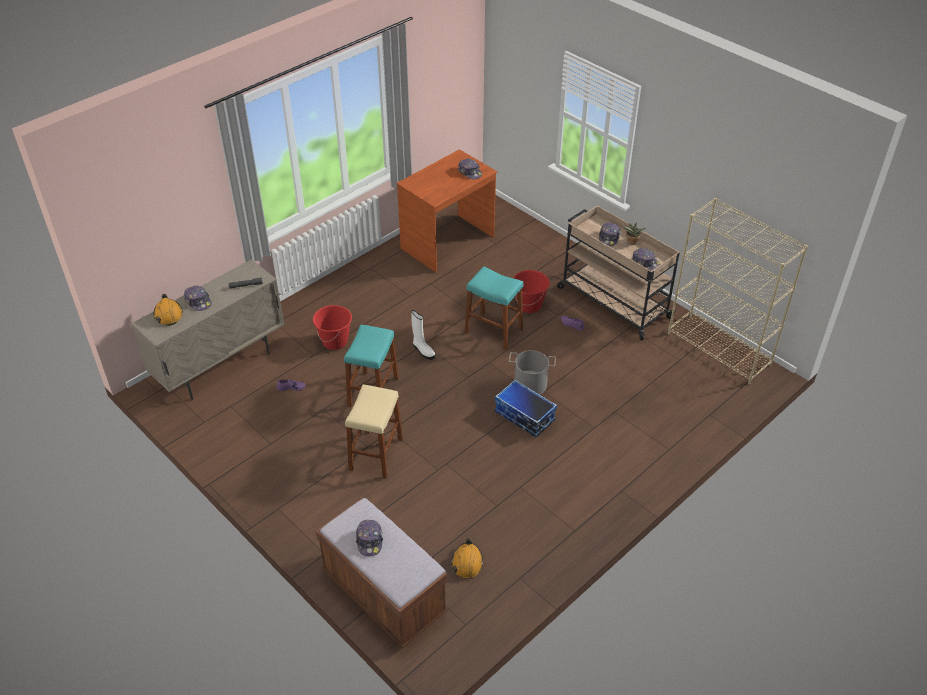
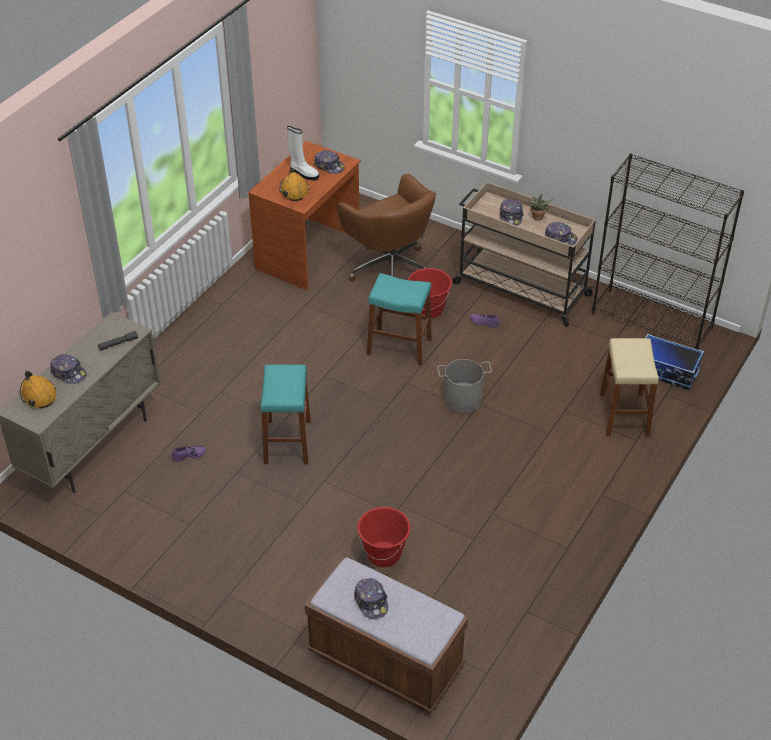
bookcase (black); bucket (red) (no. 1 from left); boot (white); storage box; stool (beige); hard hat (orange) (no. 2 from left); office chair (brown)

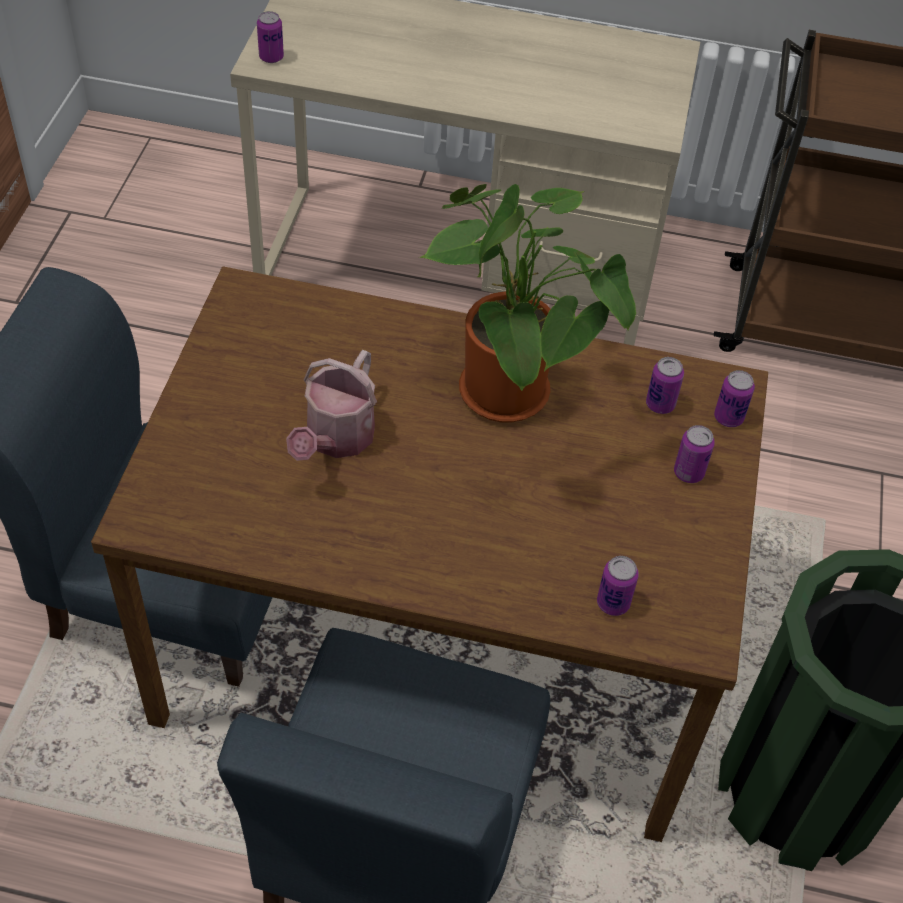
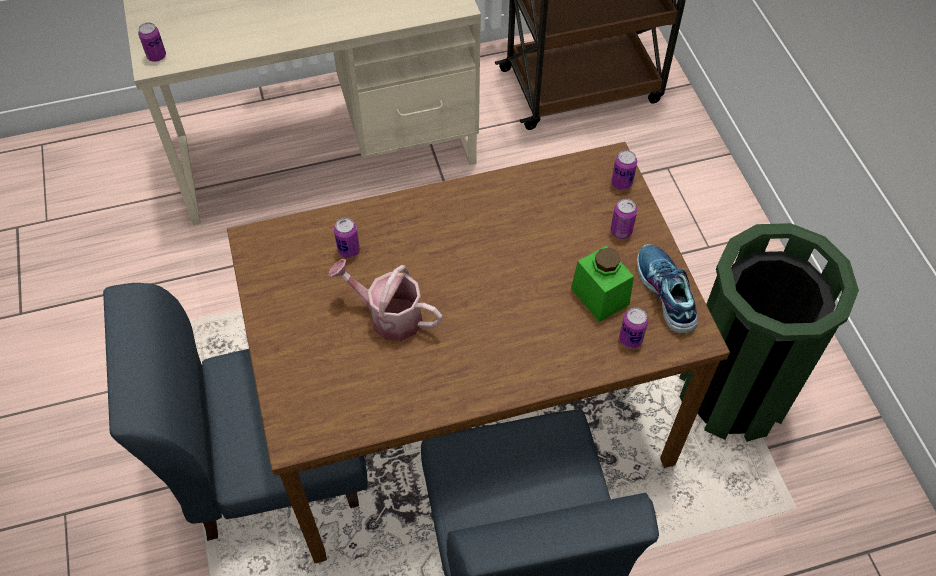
potted plant; watering can; can (no. 2 from left); shoe; jar (green)

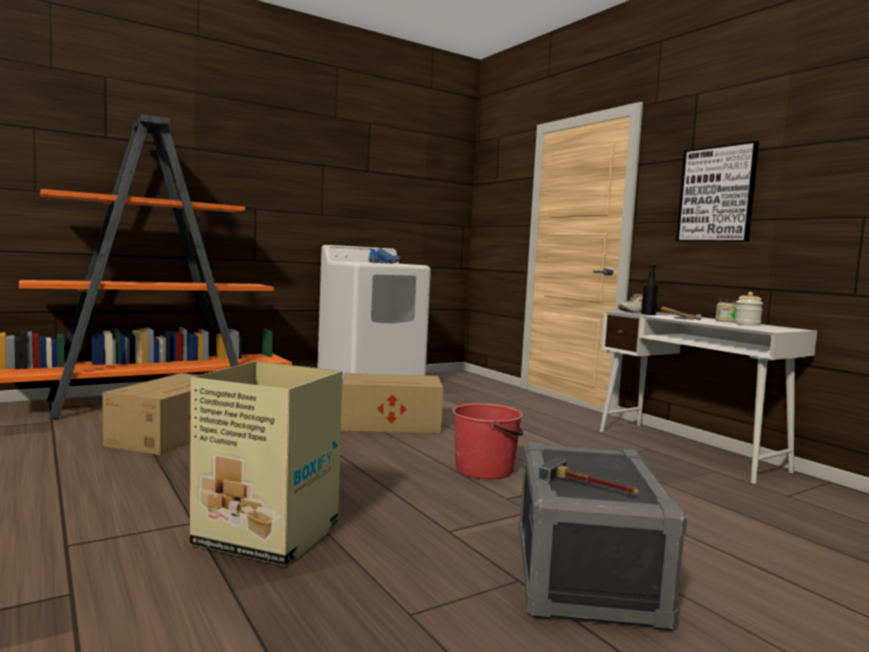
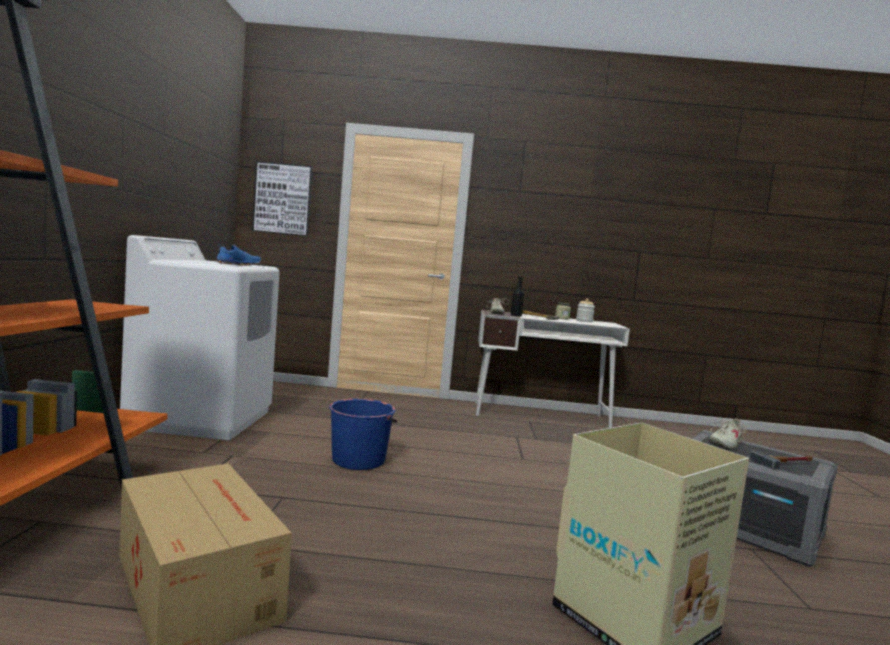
picture; bucket (blue); bucket (red); shoe (beige) (no. 2 from left)

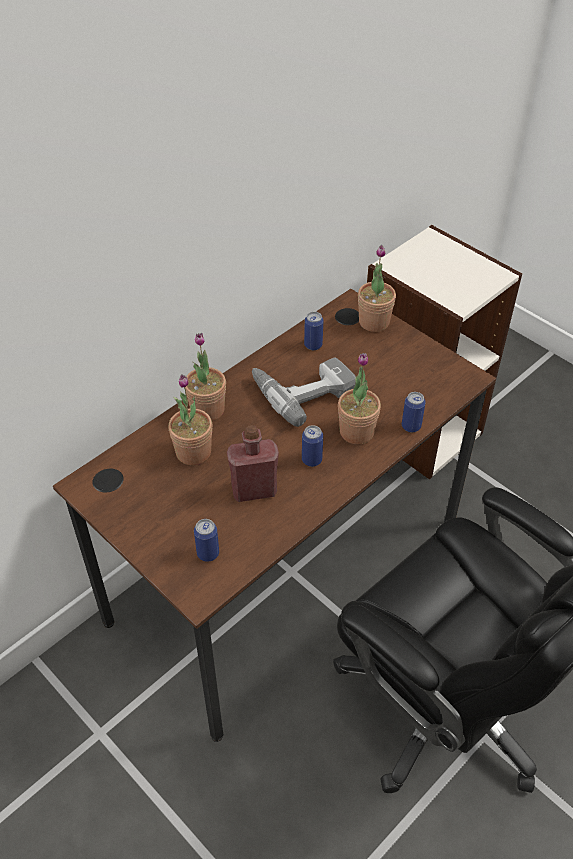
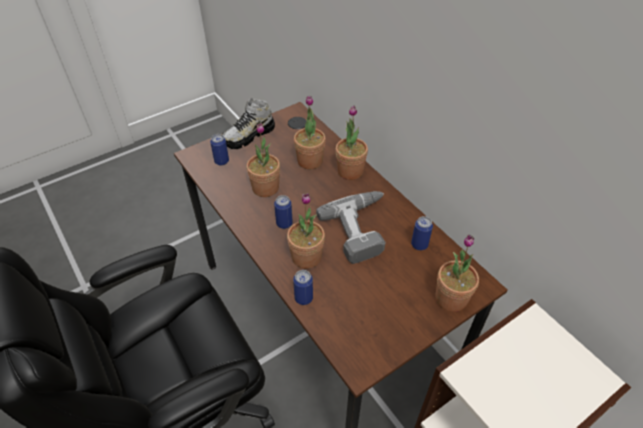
potted plant (no. 1 from left); shoe

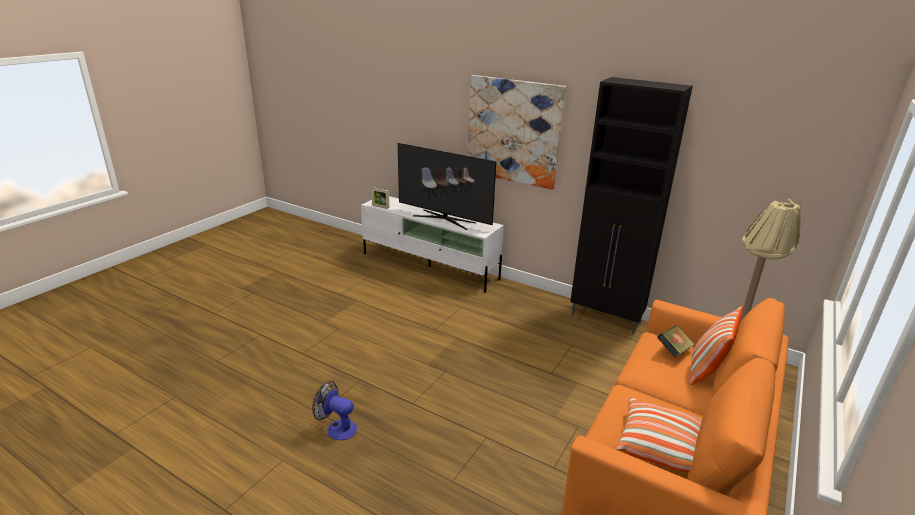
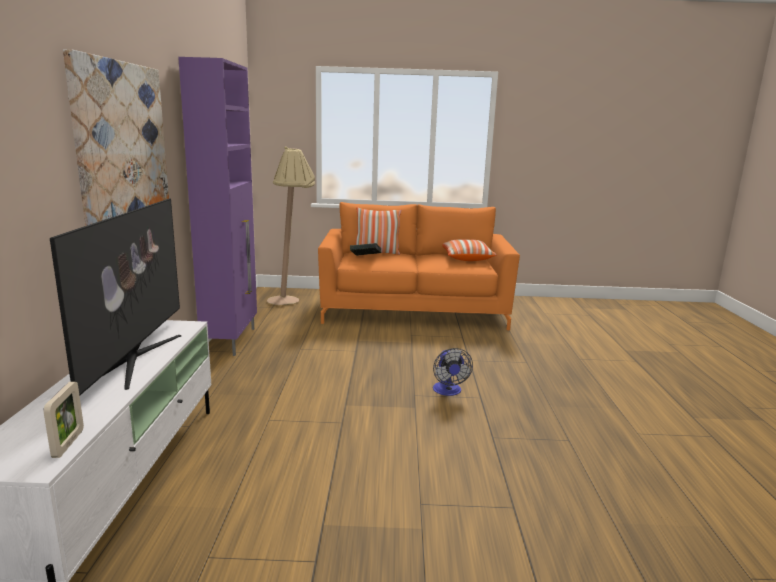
cabinet (purple); fan

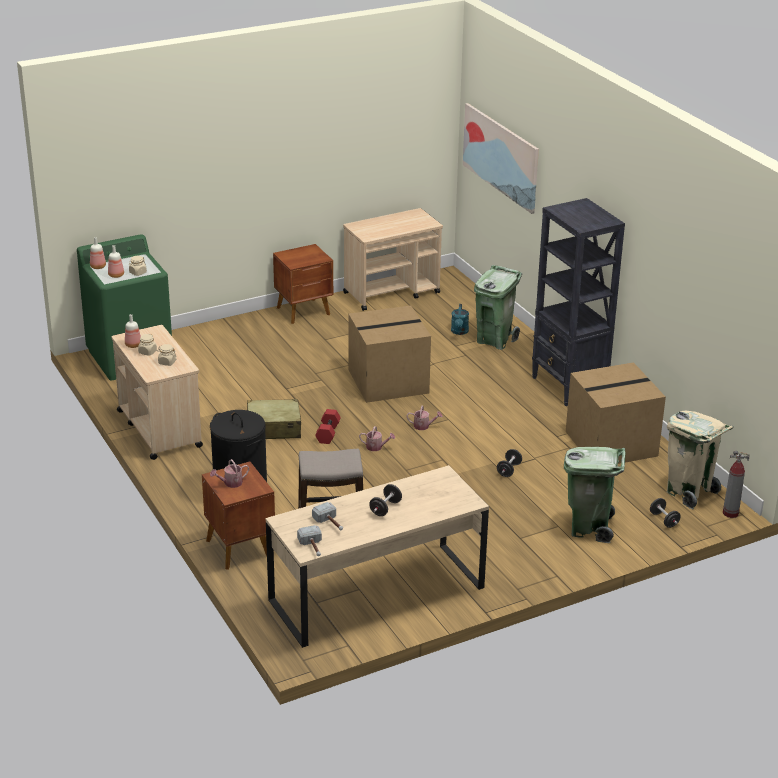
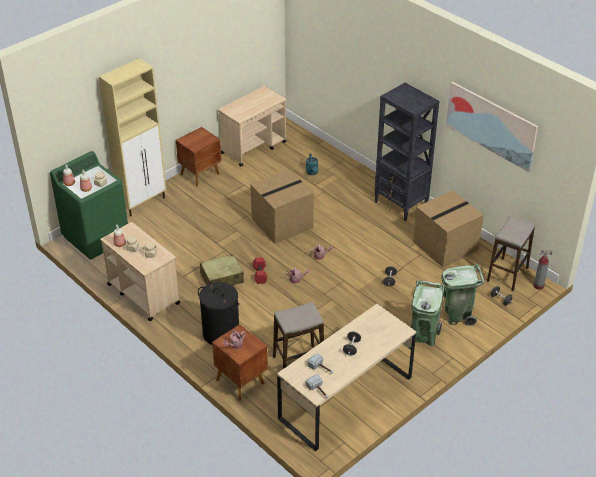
picture; trash can (green) (no. 1 from left); stool (no. 2 from left); cabinet (beige)

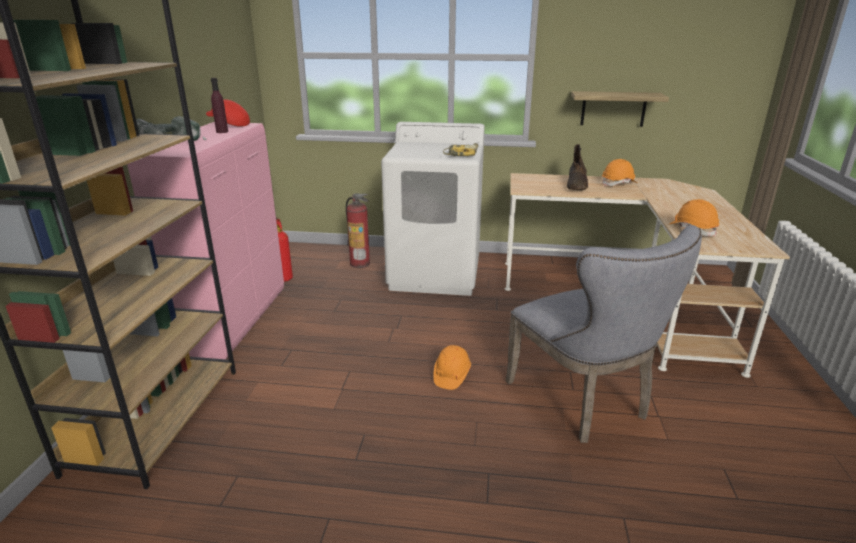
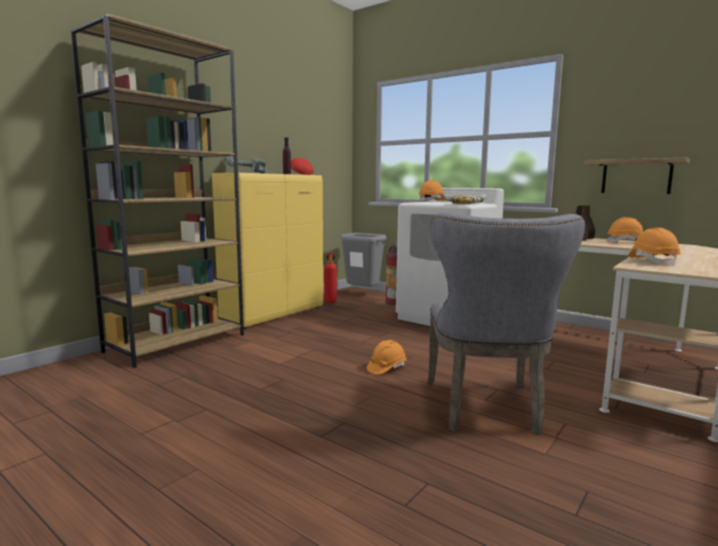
cabinet (yellow); hard hat (orange) (no. 2 from left); trash can (grey)

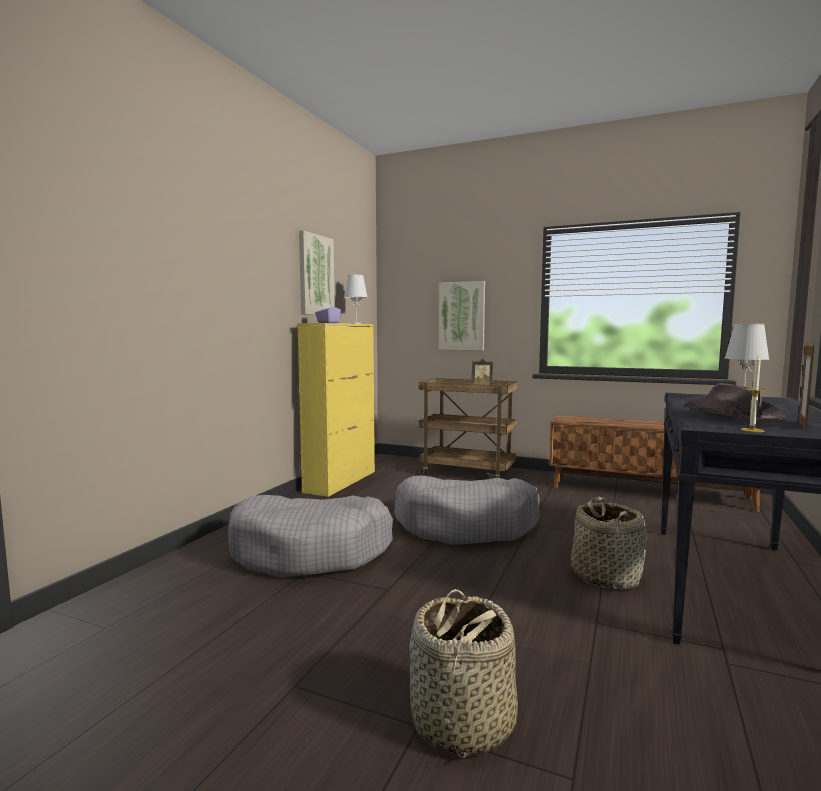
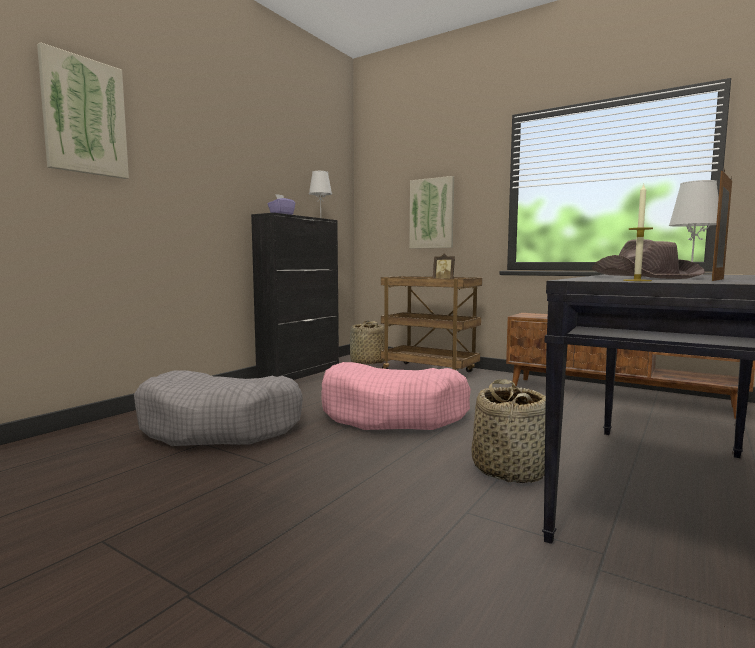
picture (no. 1 from left); cabinet (black); dog bed (pink); basket (no. 1 from left)

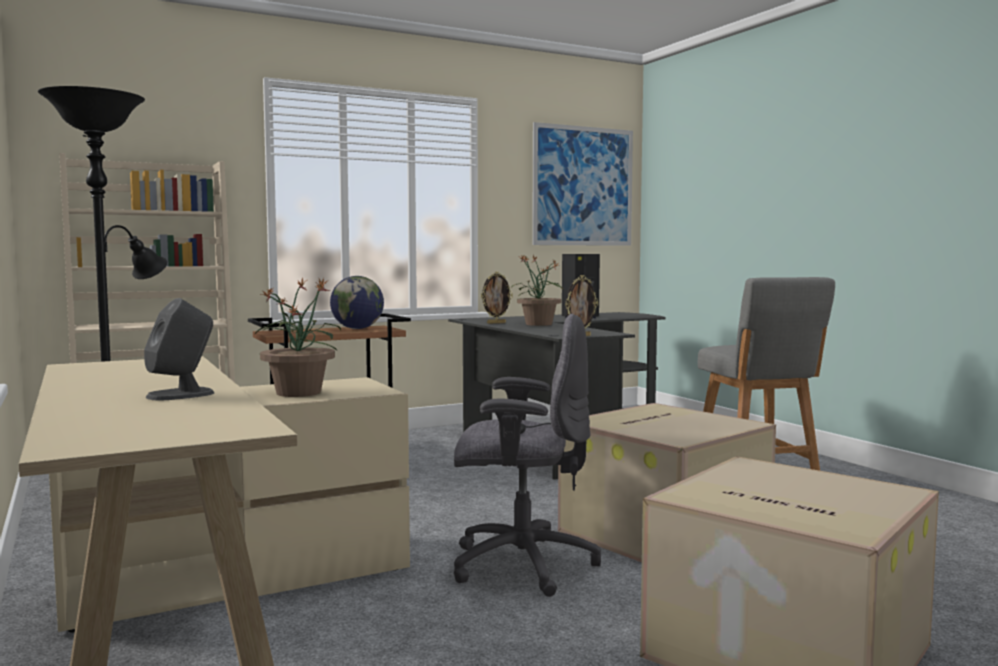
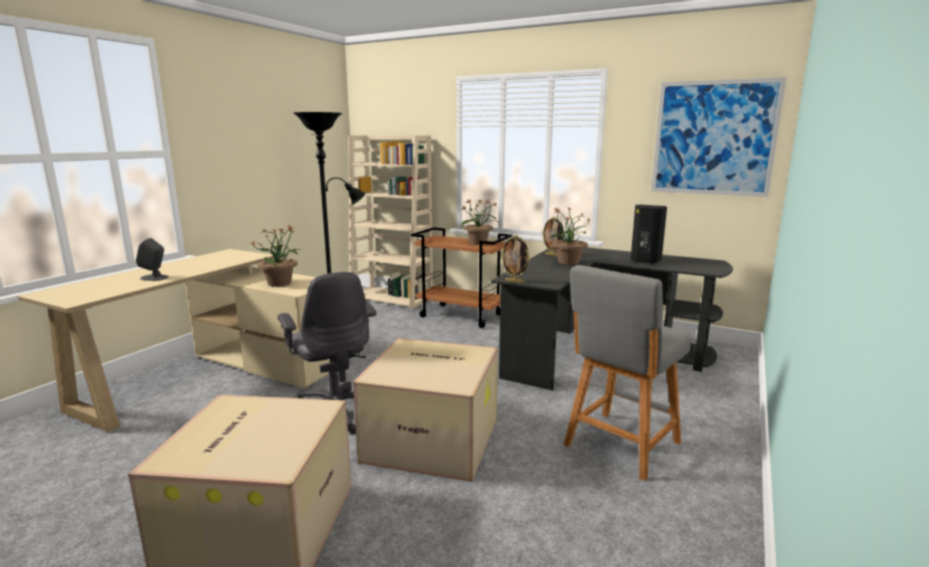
potted plant (no. 2 from left)

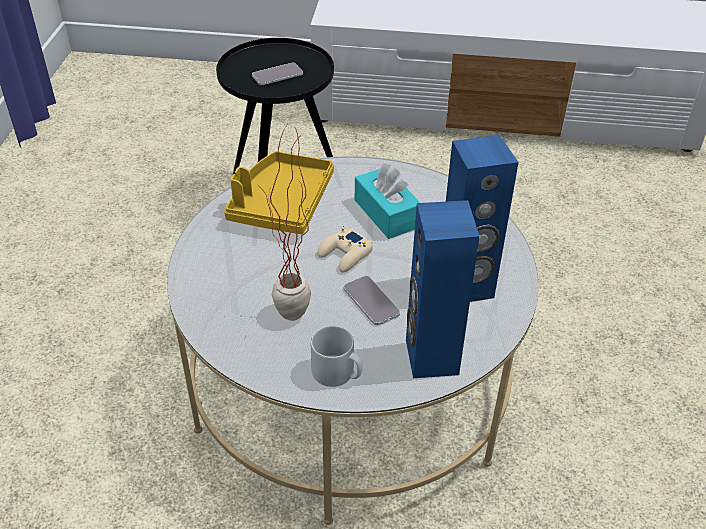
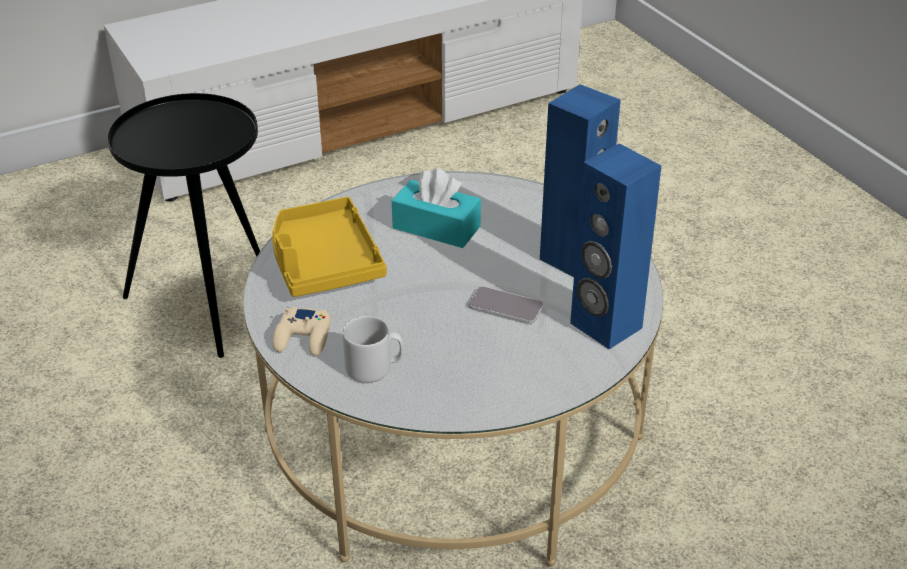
phone (no. 1 from left in the first image); potted plant; game controller (beige); mug (grey)

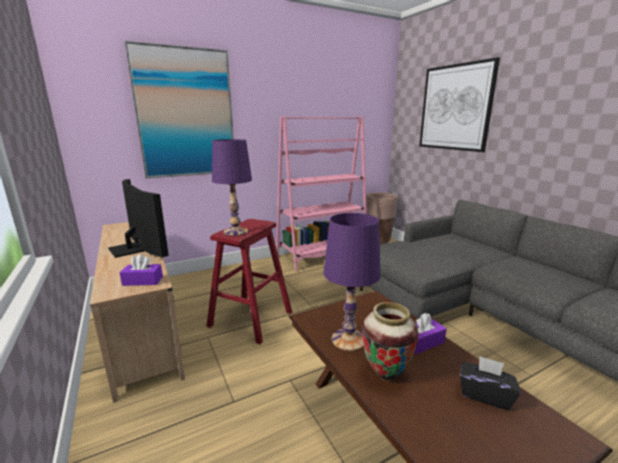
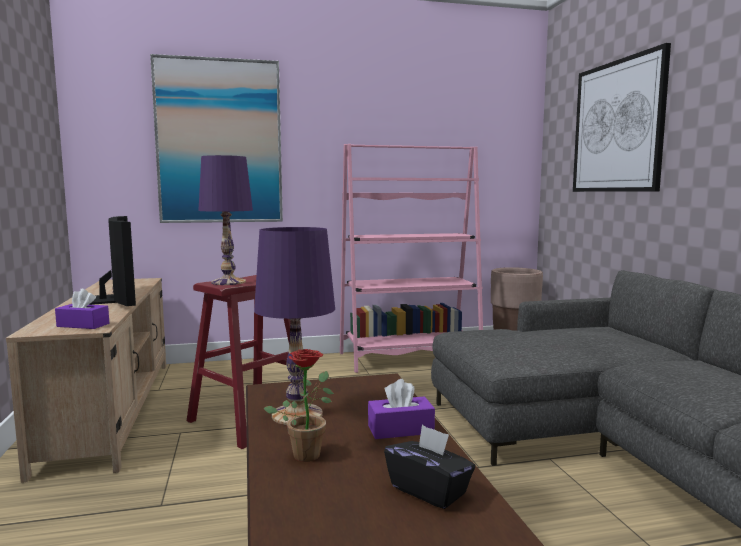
potted plant

